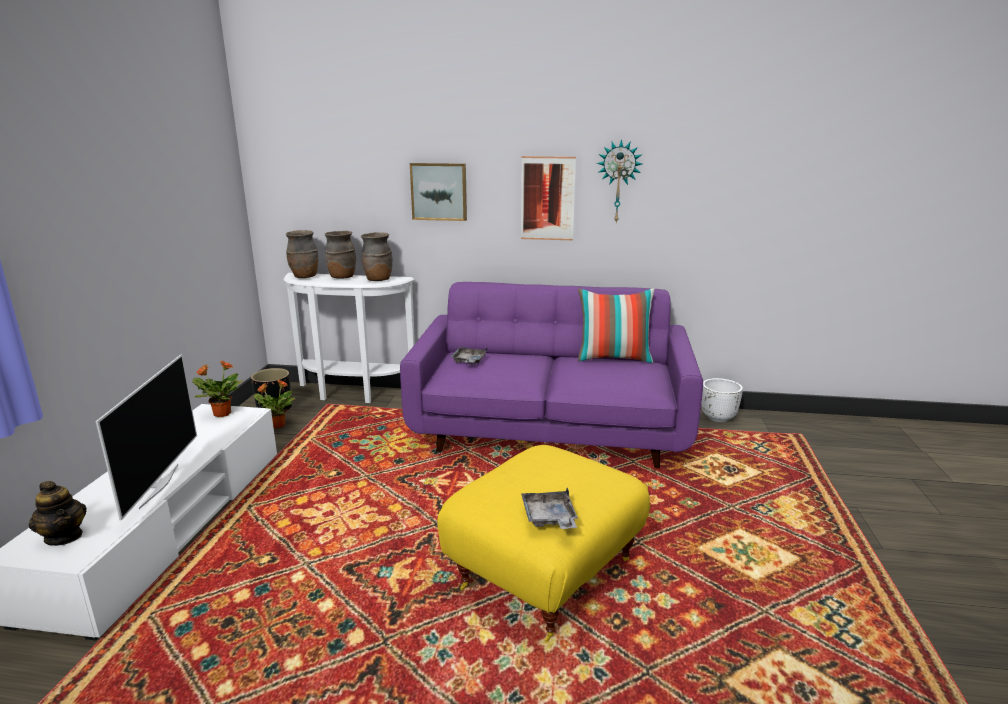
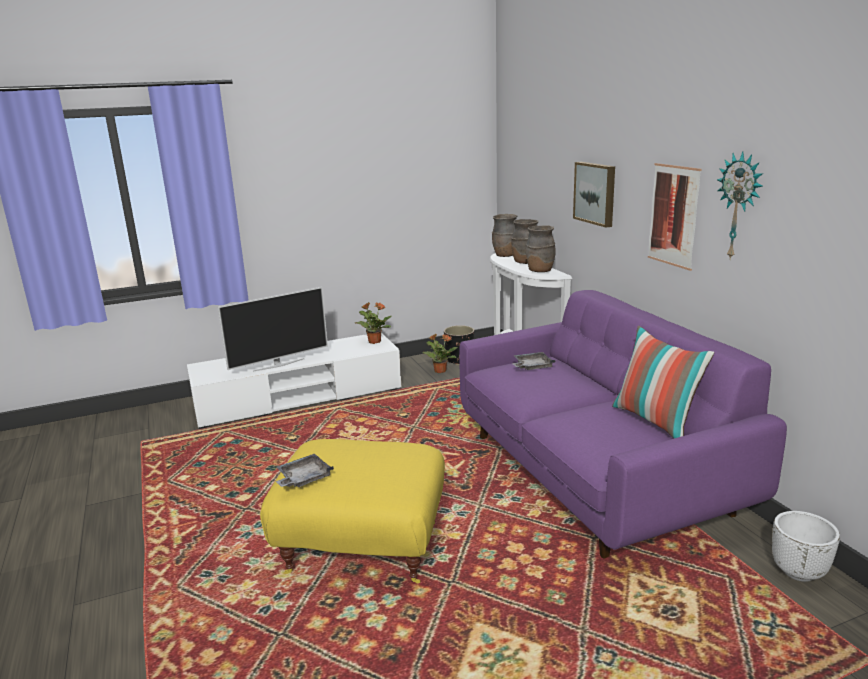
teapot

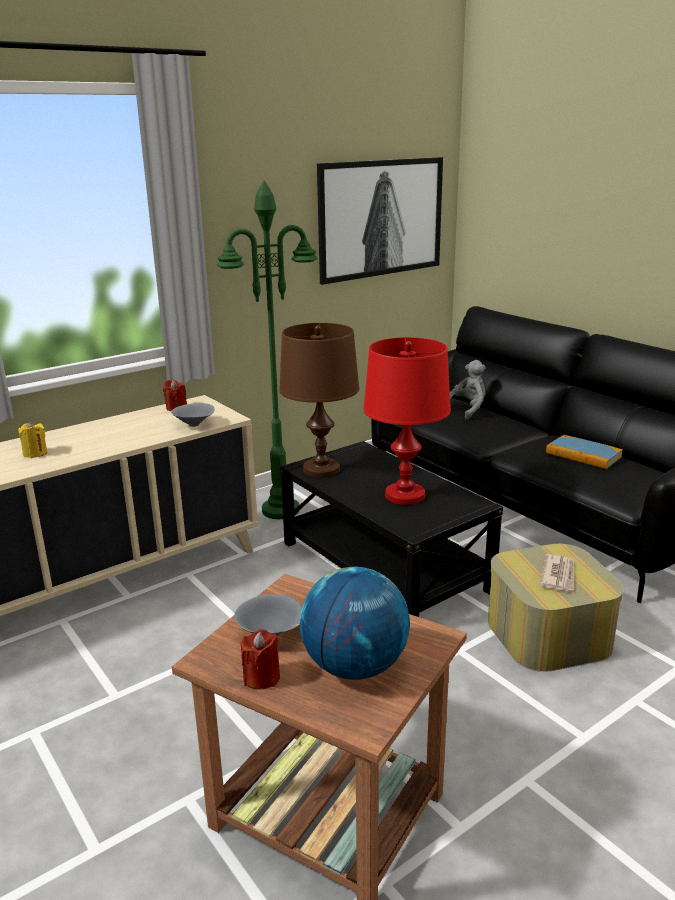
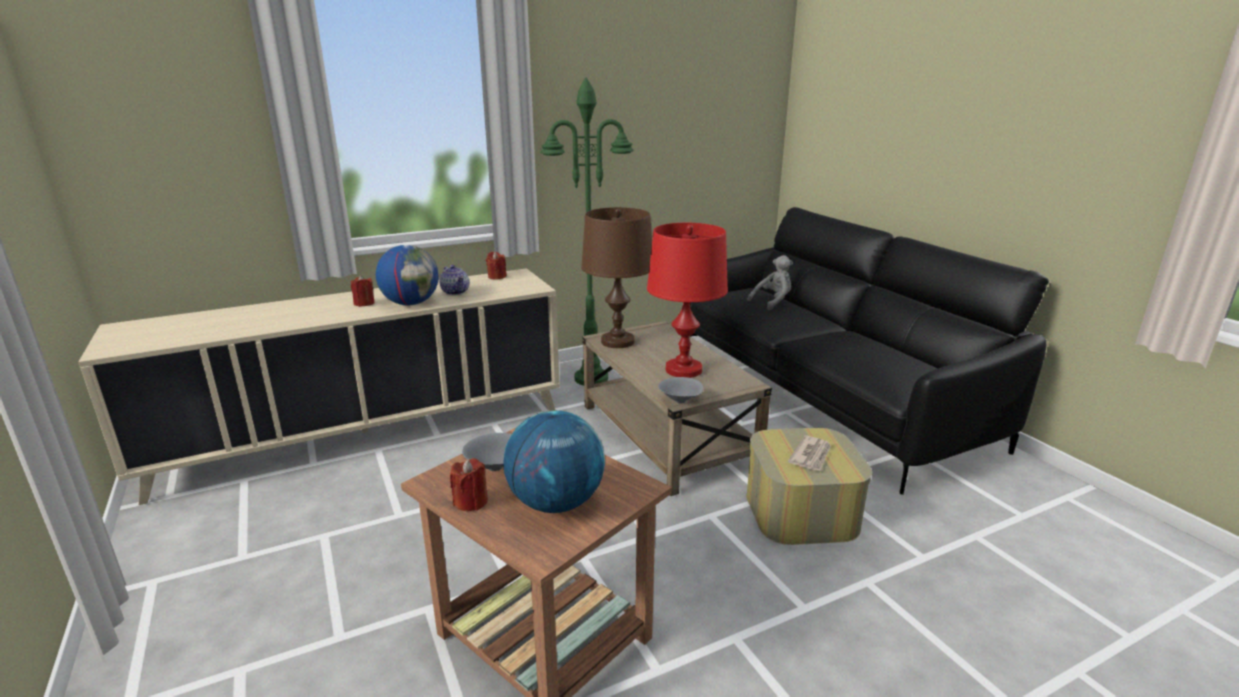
picture; bowl (grey) (no. 2 from left); candle (red) (no. 1 from left); book; coffee table (beige); globe (no. 1 from left); teapot

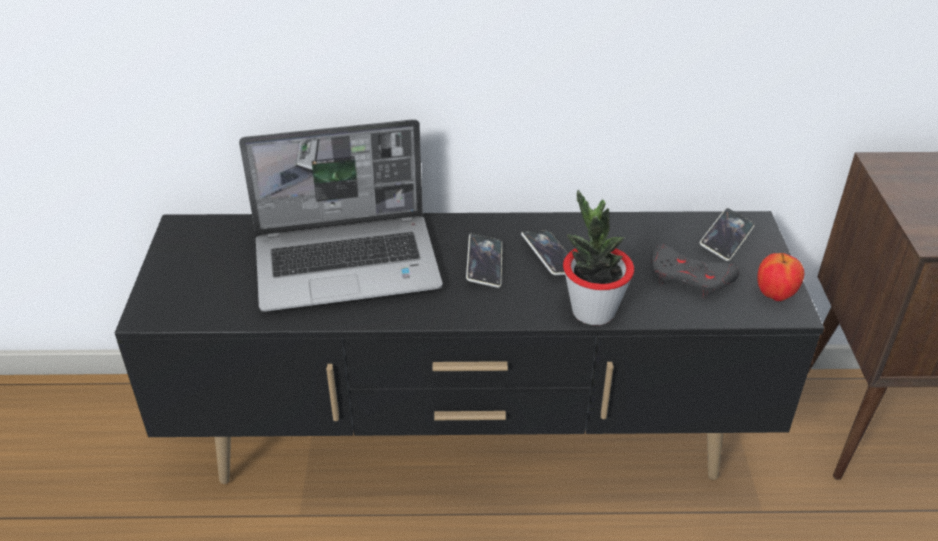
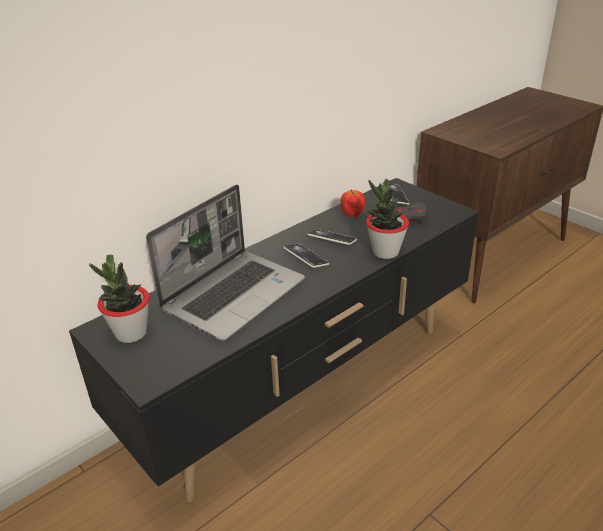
apple; potted plant (no. 1 from left)

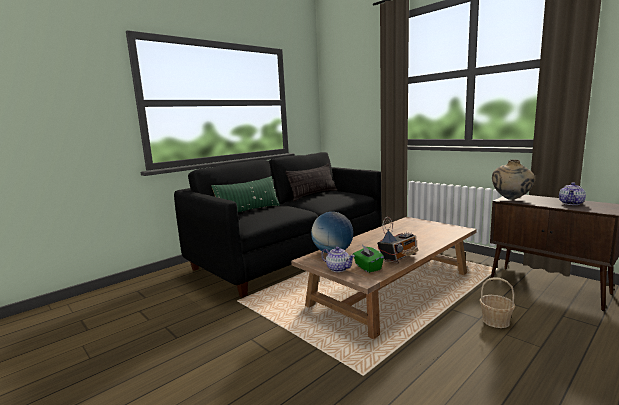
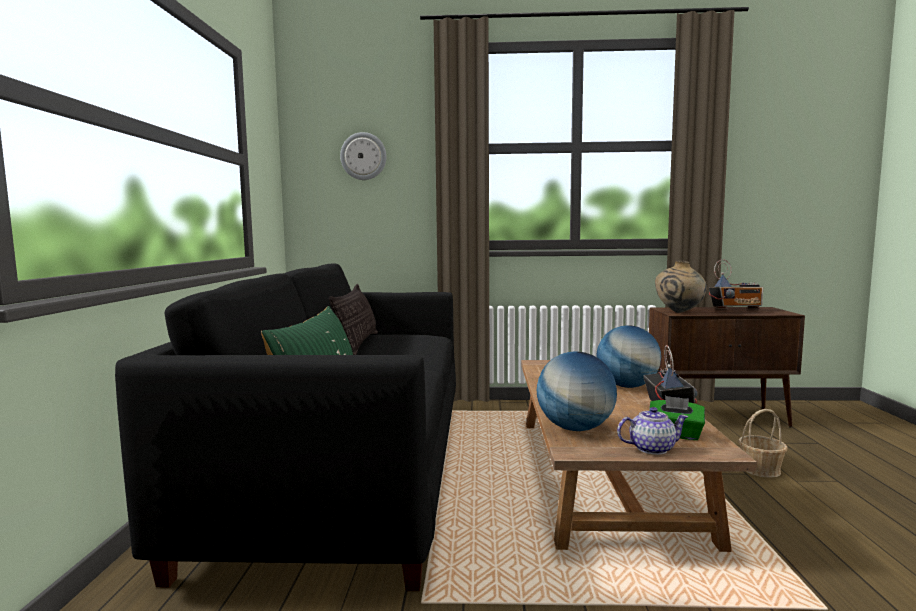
radio (no. 2 from left); wall clock; globe (no. 2 from left)

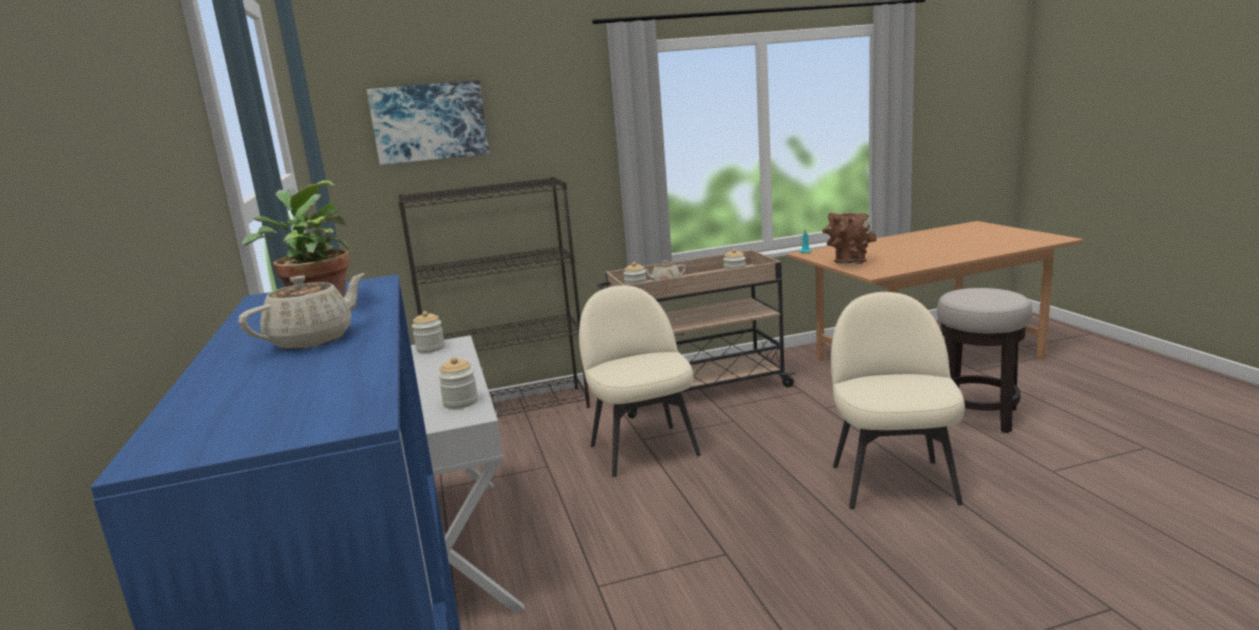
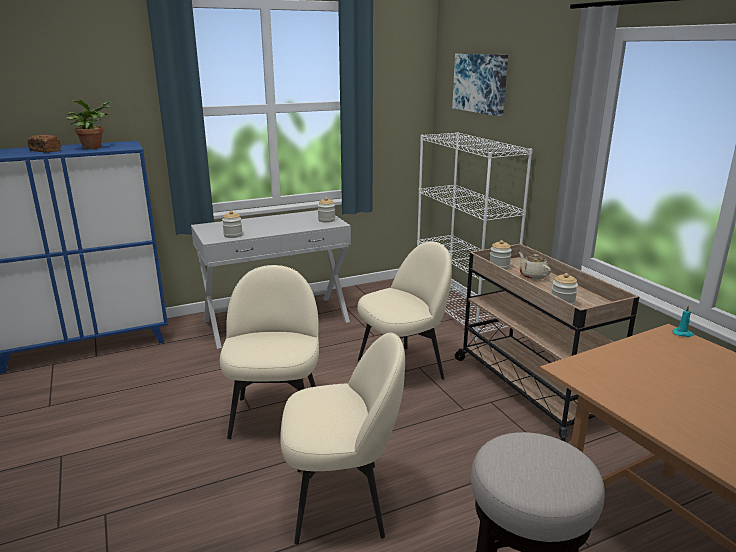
bookcase (white); vase (brown); bread; chair (beige) (no. 1 from left)

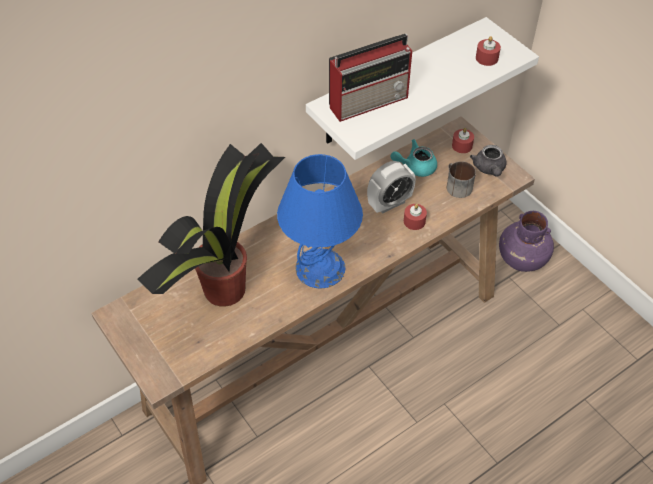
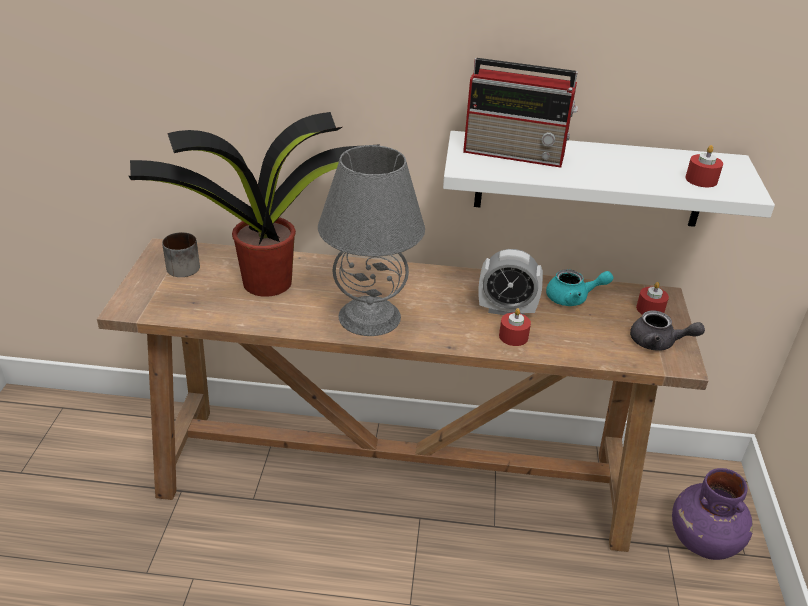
teapot (turquoise); teapot (grey); table lamp (grey); mug

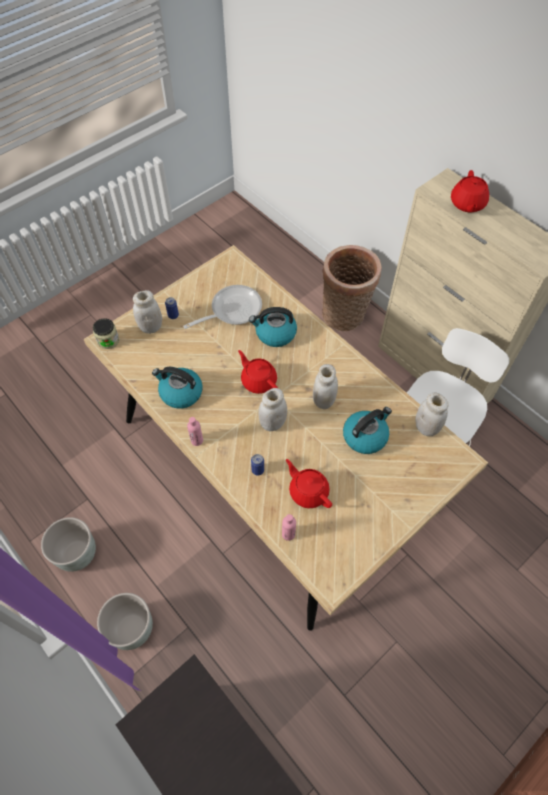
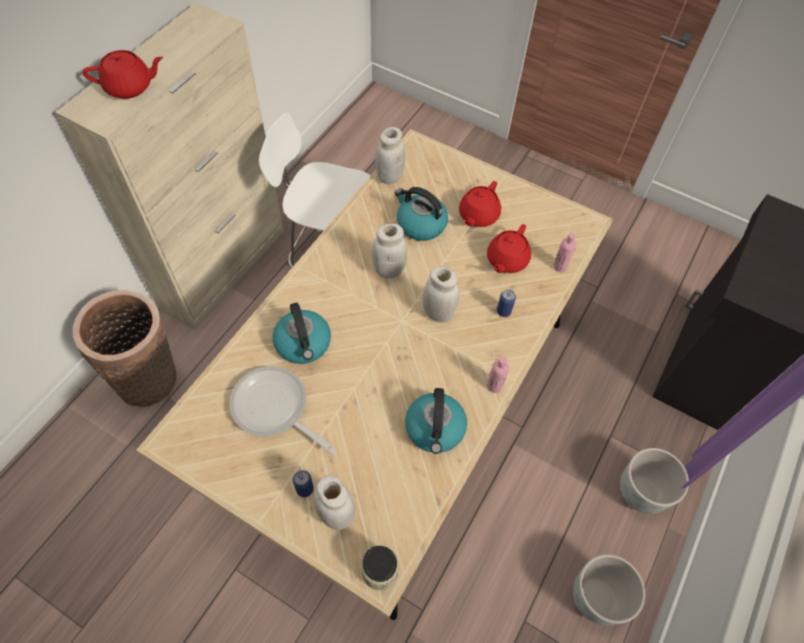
teapot (red) (no. 2 from left)

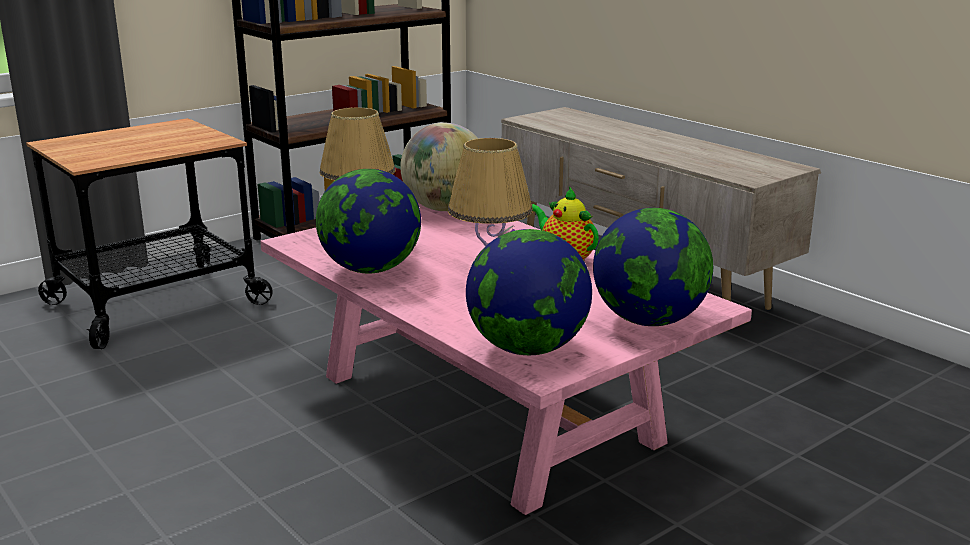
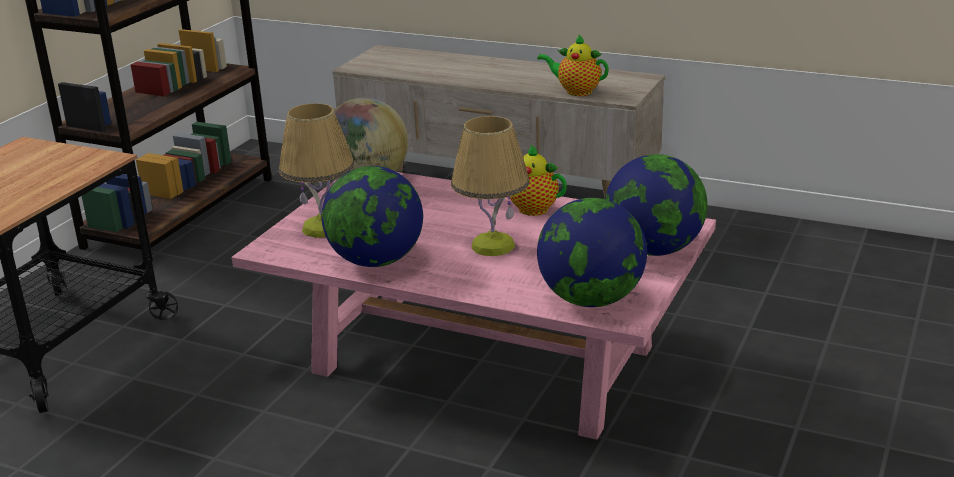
teapot (no. 2 from left)

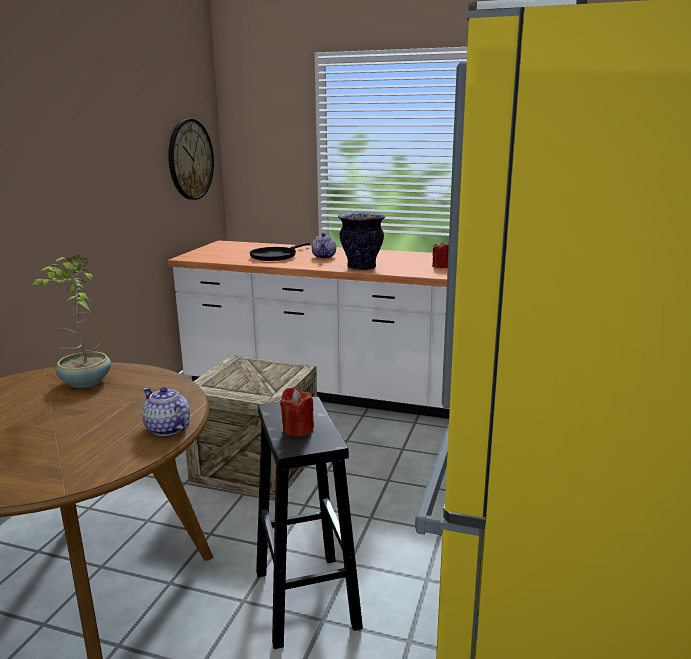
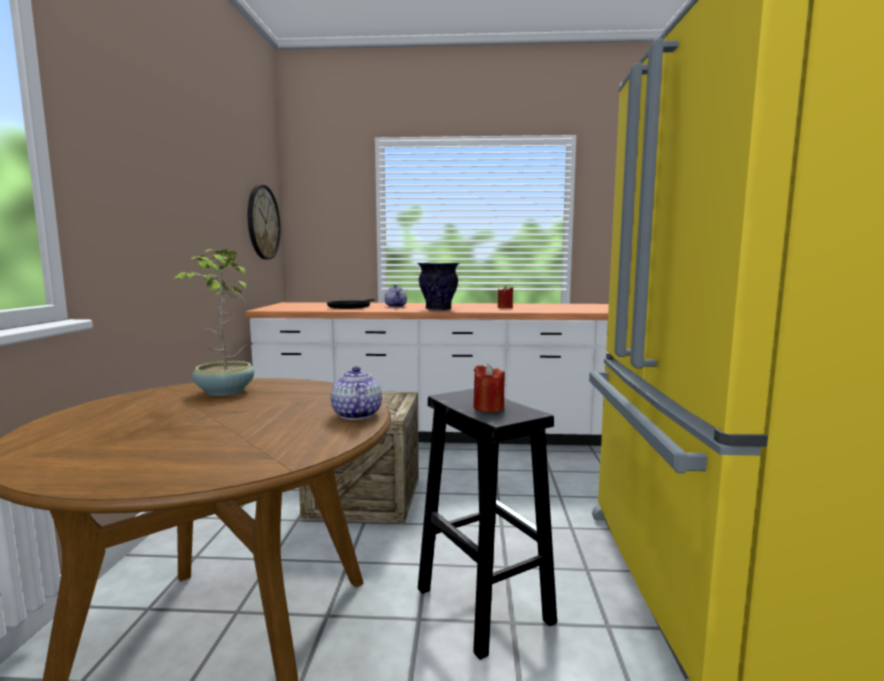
teapot (no. 1 from left)

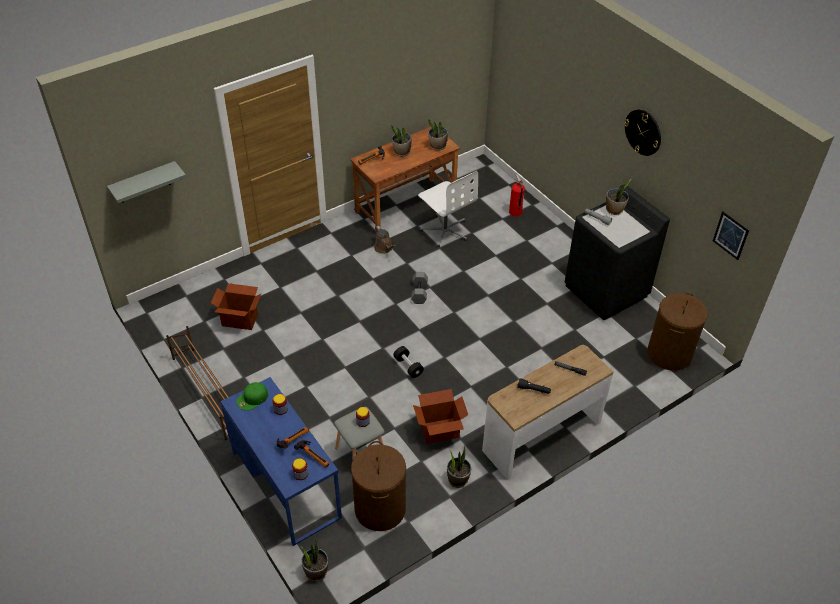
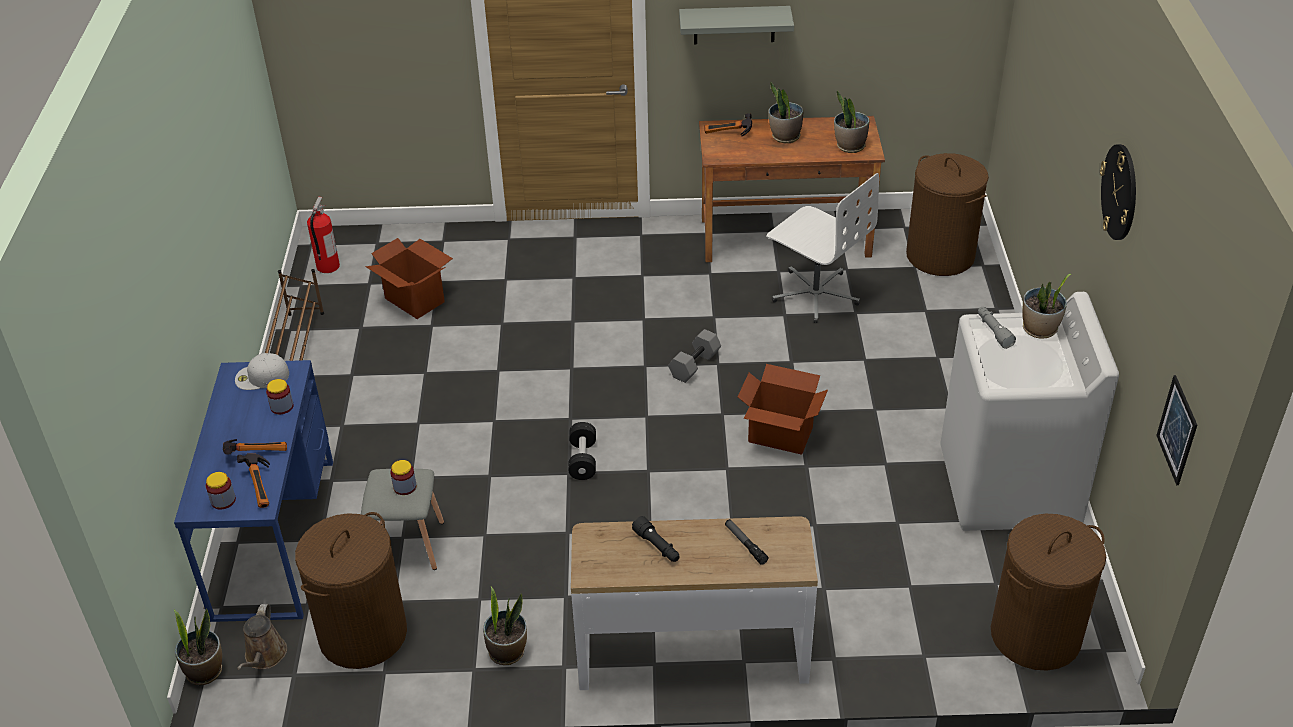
shelf (grey); office chair (white); fire extinguisher; washing machine (white); watering can (brown); cap (white); cardboard box (no. 2 from left); laundry basket (brown) (no. 2 from left)

